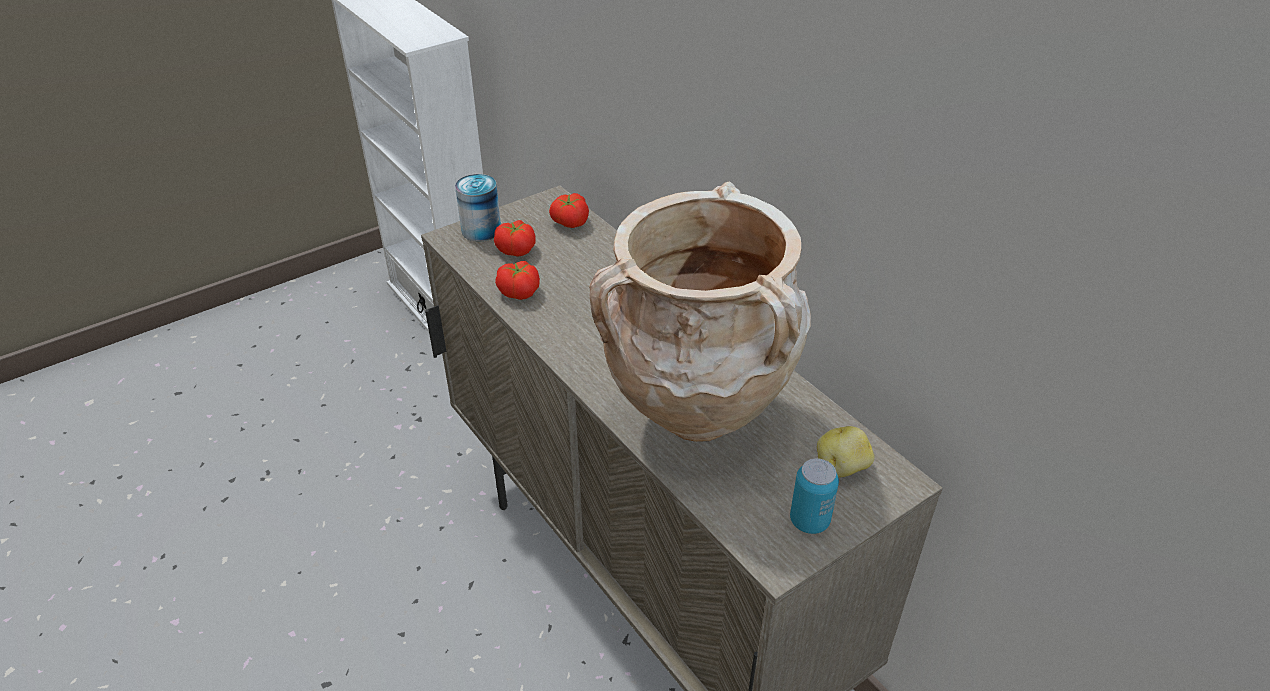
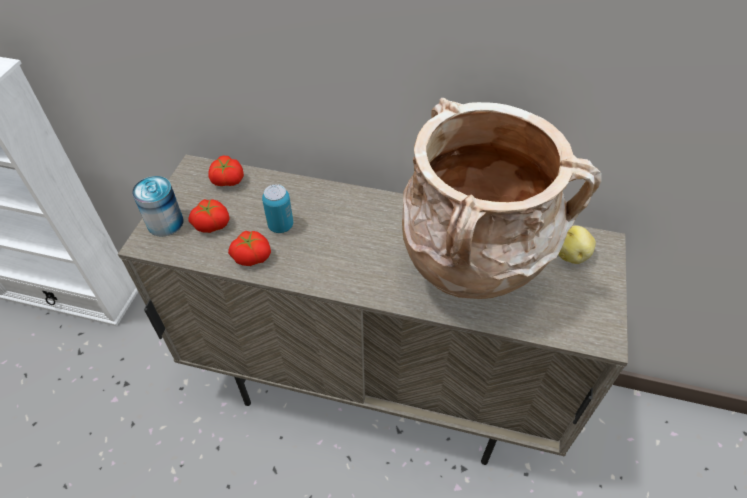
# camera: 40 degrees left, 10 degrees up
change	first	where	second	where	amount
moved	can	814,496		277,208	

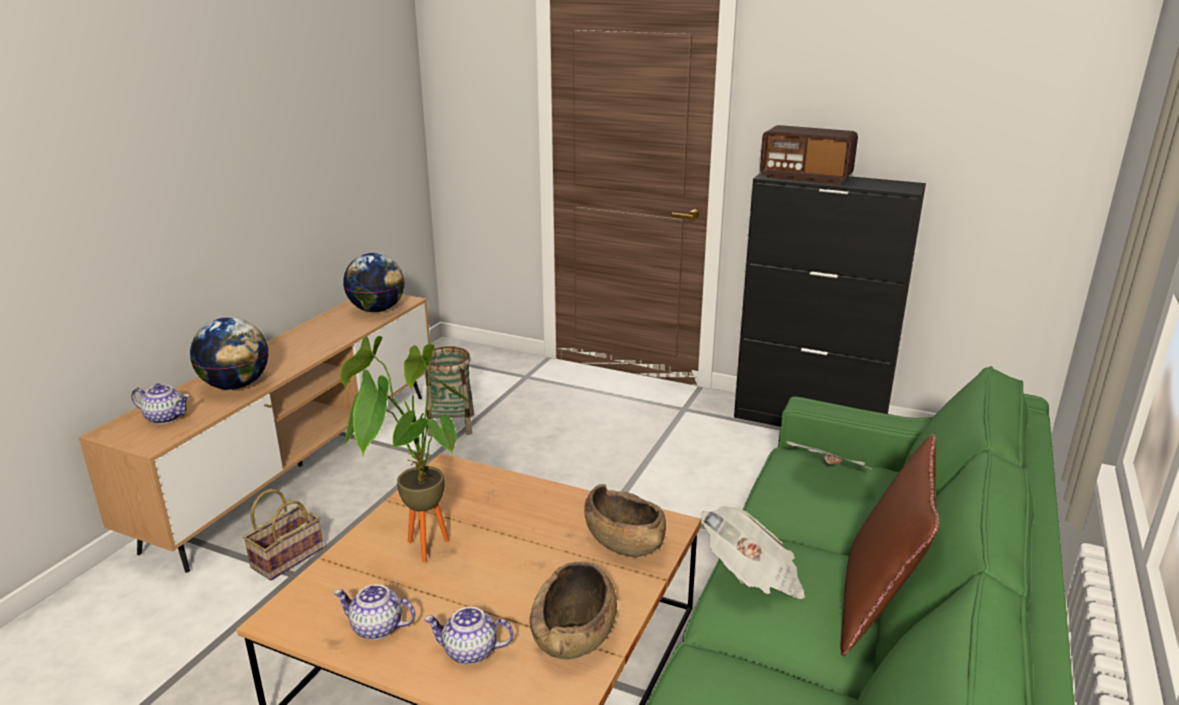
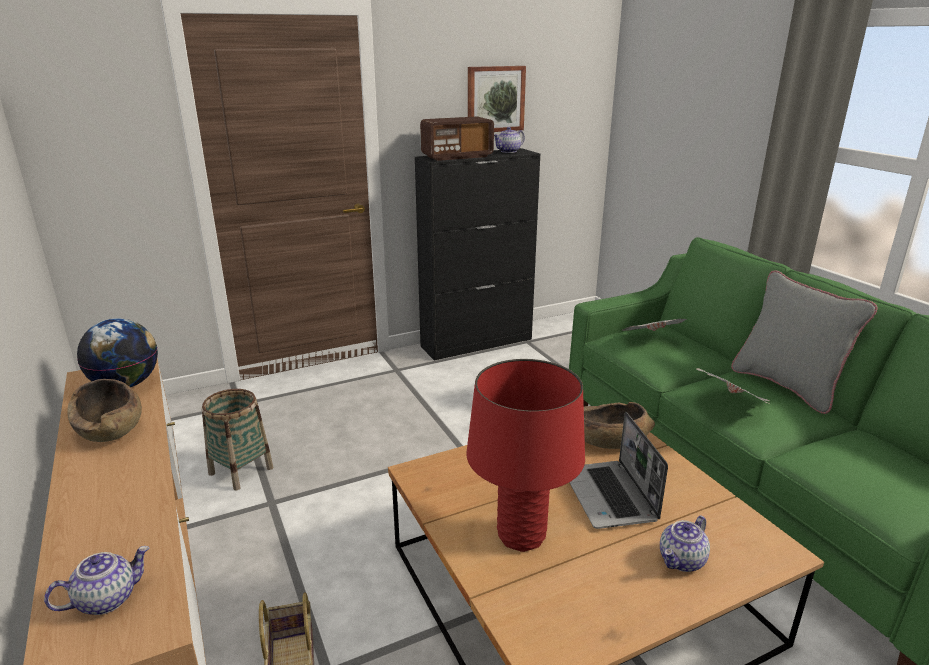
# camera: 50 degrees left, 0 degrees up
change	first	where	second	where	amount
removed	globe	229,353			
added			picture	497,99	
added			laptop	618,470	
moved	teapot	374,612		509,140	
moved	bowl (brown)	573,610		104,410	
replaced	potted plant	406,449	table lamp (red)	525,455	
recoloured	pillow (brown)	890,545	pillow (grey)	804,342	

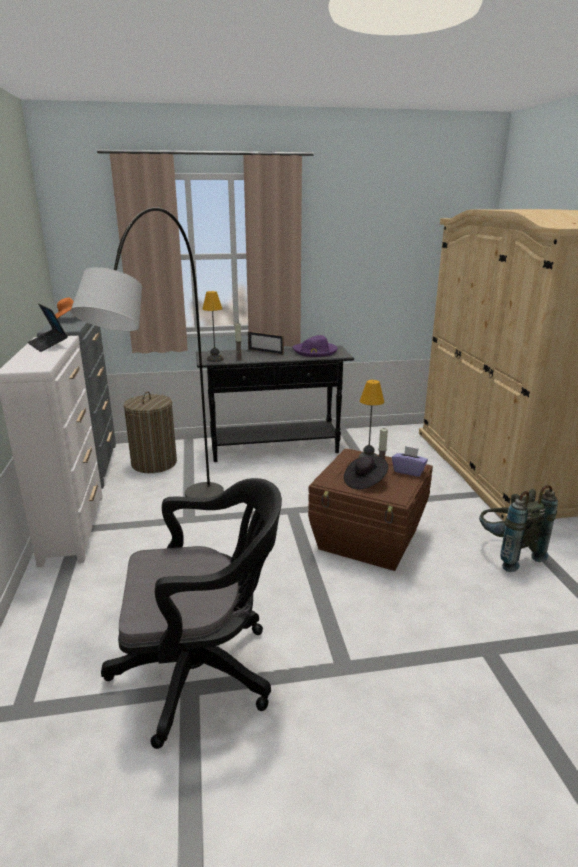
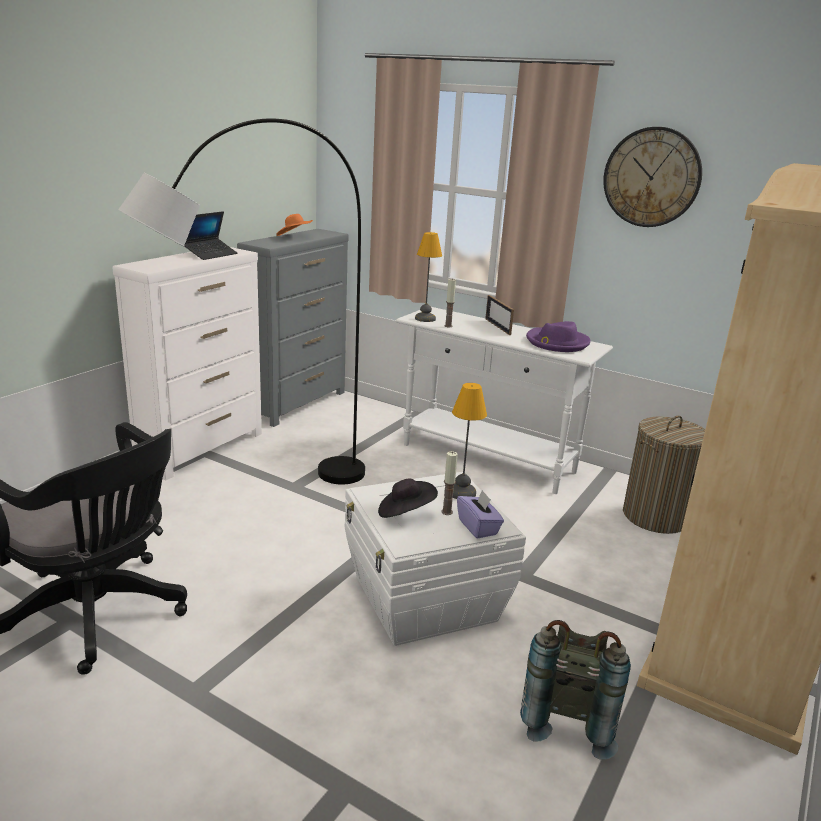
# camera: 40 degrees right, 0 degrees up
change	first	where	second	where	amount
added			wall clock	652,177	
moved	laundry basket	150,432		664,475	
recoloured	console table (black)	275,403	console table (white)	504,400	
recoloured	storage box (brown)	370,509	storage box (white)	435,559	
turned	laptop	48,328		211,235	150 degrees counterclockwise

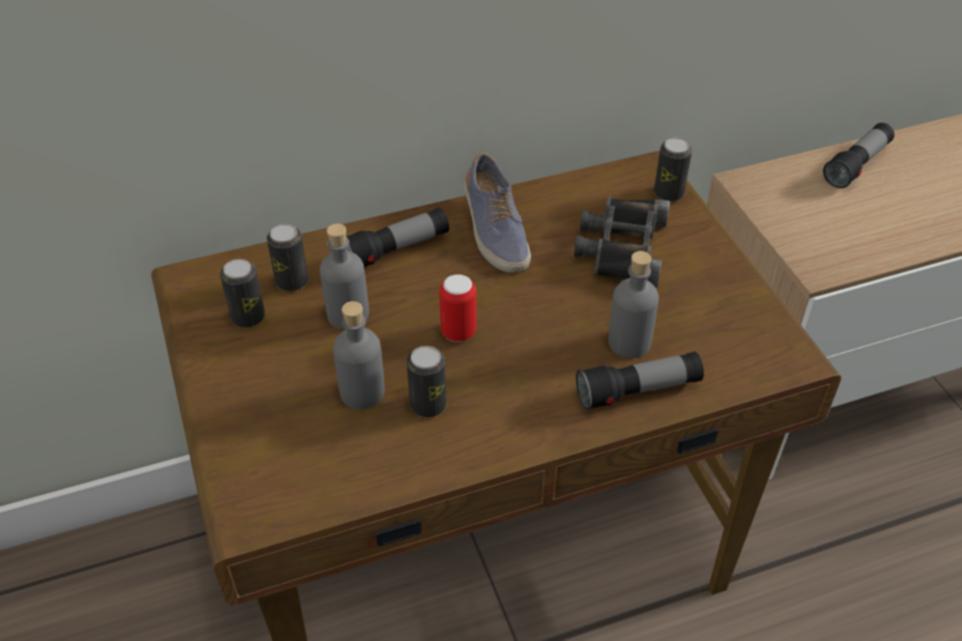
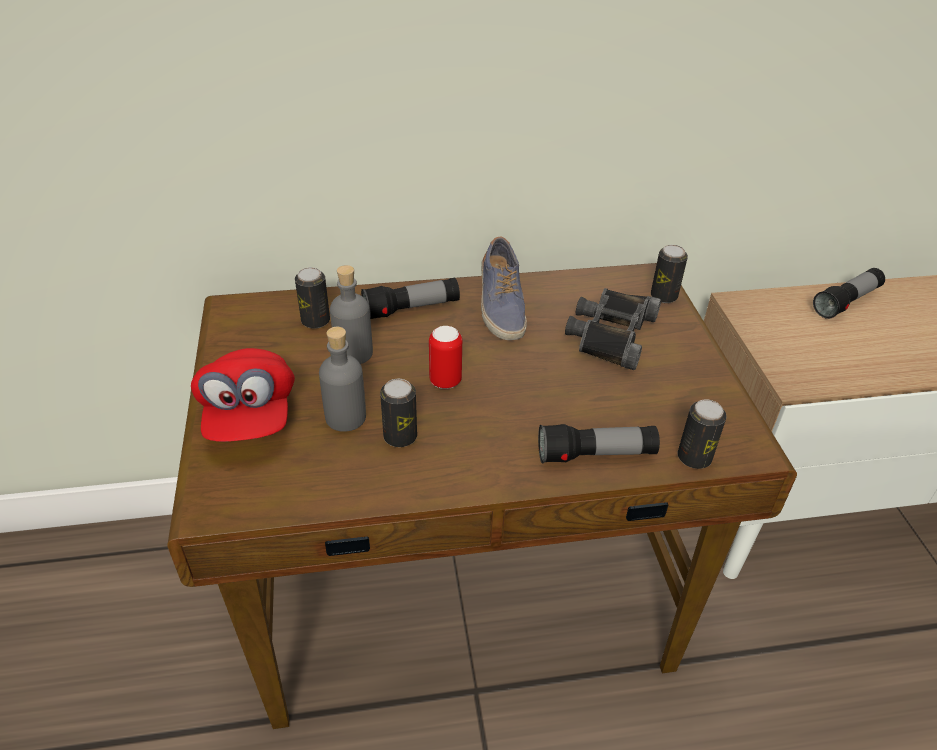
# camera: 10 degrees right, 5 degrees down
change	first	where	second	where	amount
removed	bottle (grey)	633,304			
added			cap (red)	243,395	
moved	can	242,293		702,434	

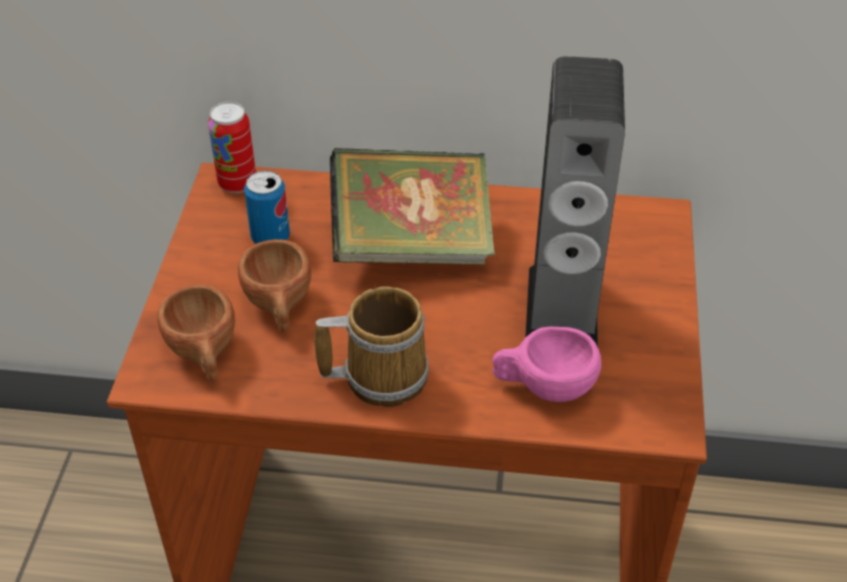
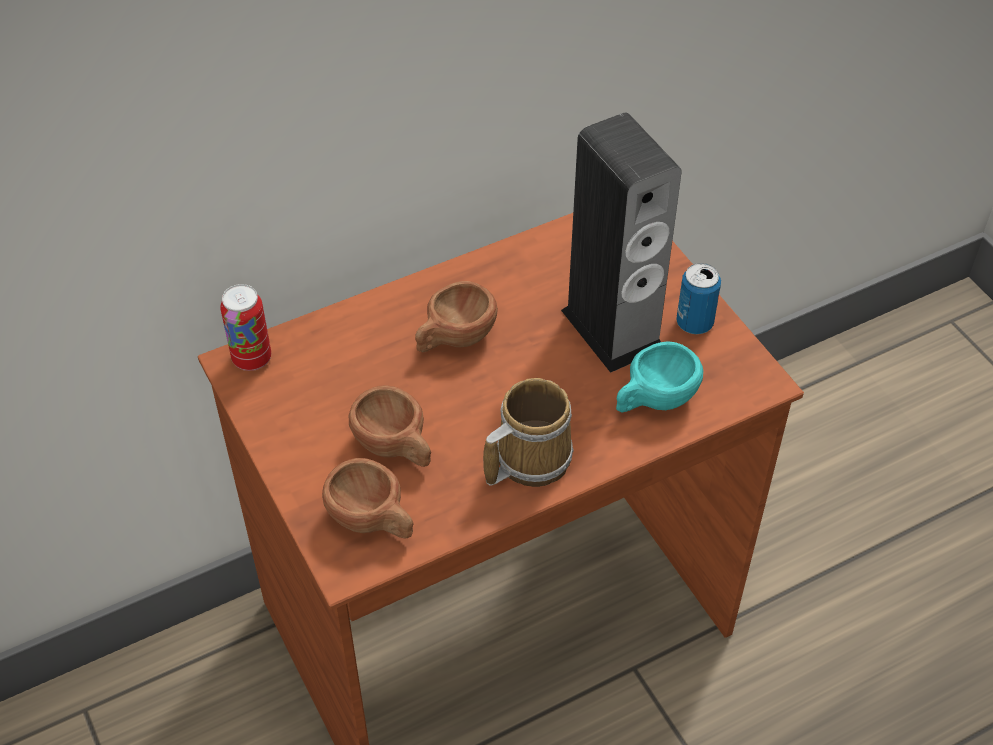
# camera: 35 degrees left, 5 degrees up
change	first	where	second	where	amount
moved	can	267,207		698,298	
replaced	book	412,206	cup (brown)	456,316	
recoloured	cup (pink)	546,364	cup (turquoise)	659,376	

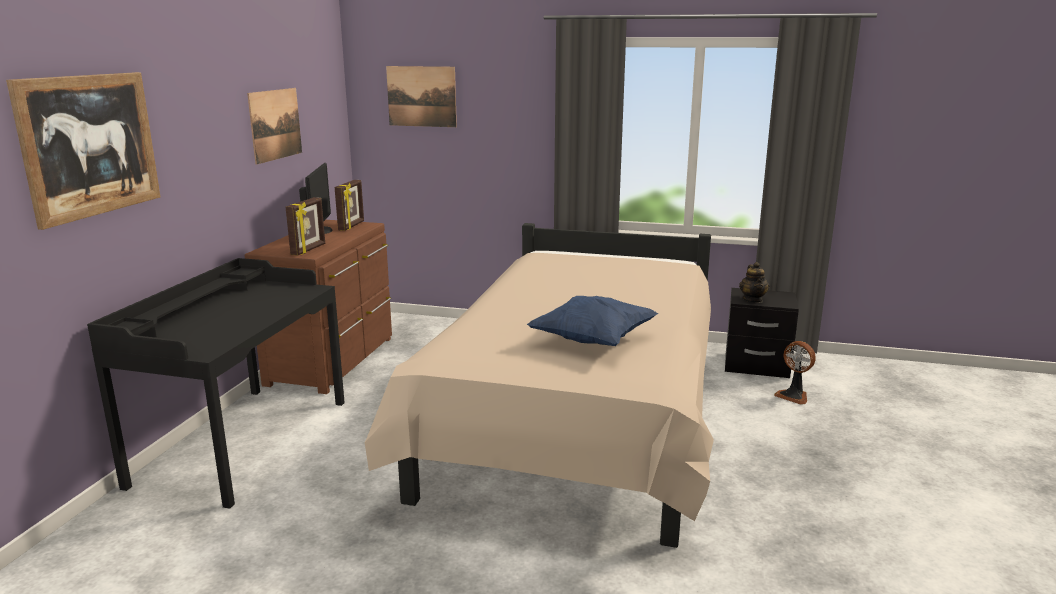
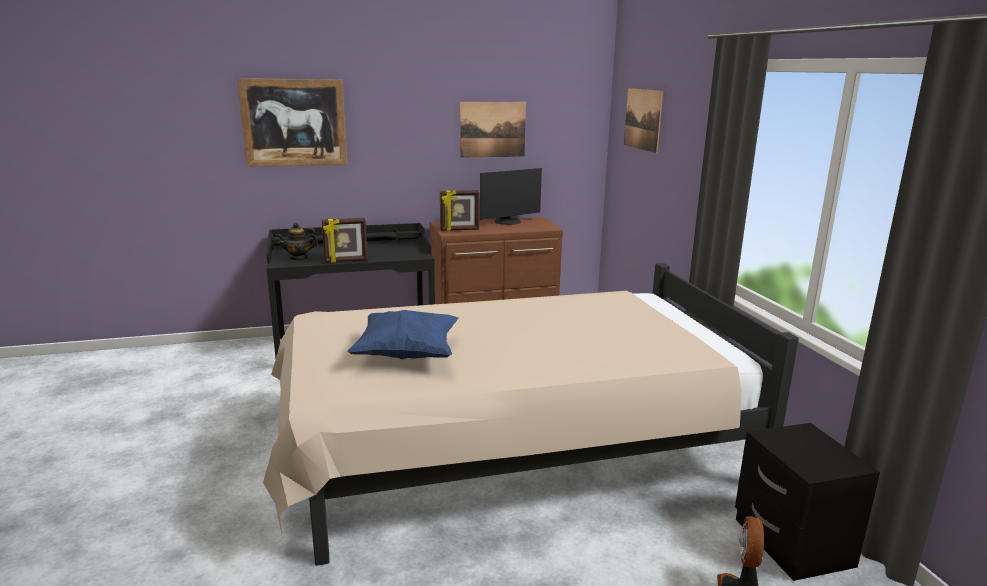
# camera: 60 degrees right, 0 degrees up
change	first	where	second	where	amount
moved	picture frame	349,205		345,240	
moved	teapot	754,282		297,241	

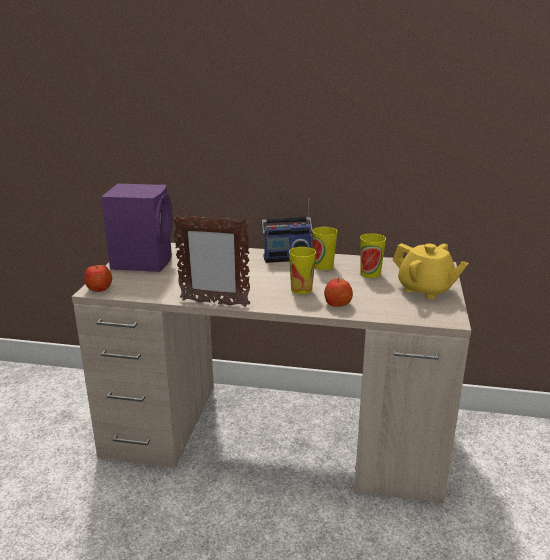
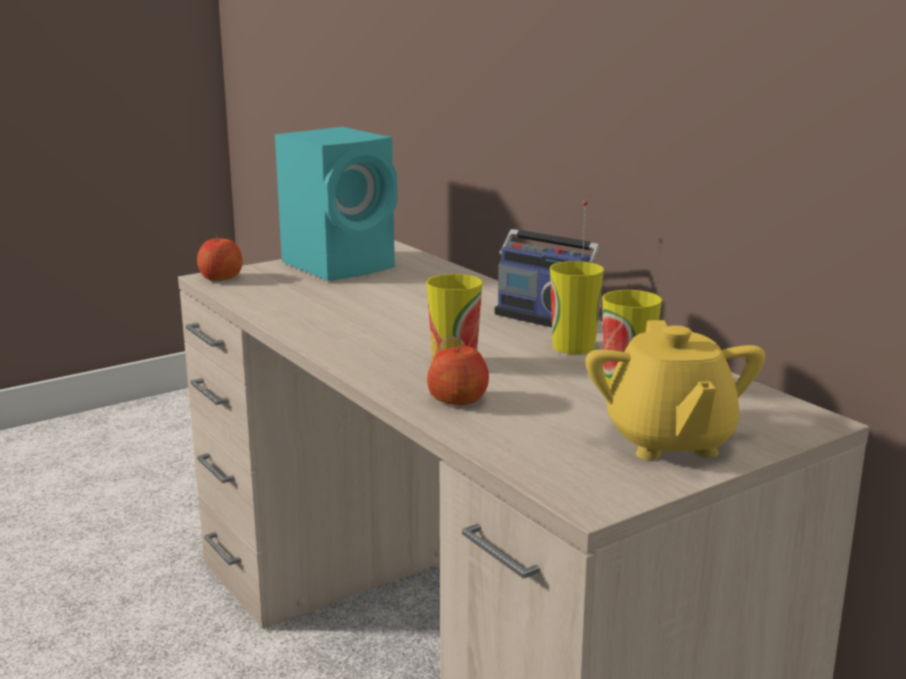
# camera: 45 degrees right, 5 degrees down
change	first	where	second	where	amount
removed	picture frame	211,261			
recoloured	speaker (purple)	137,228	speaker (turquoise)	336,204	

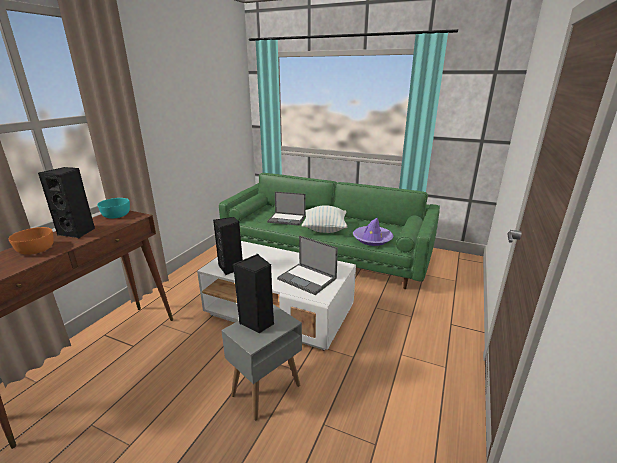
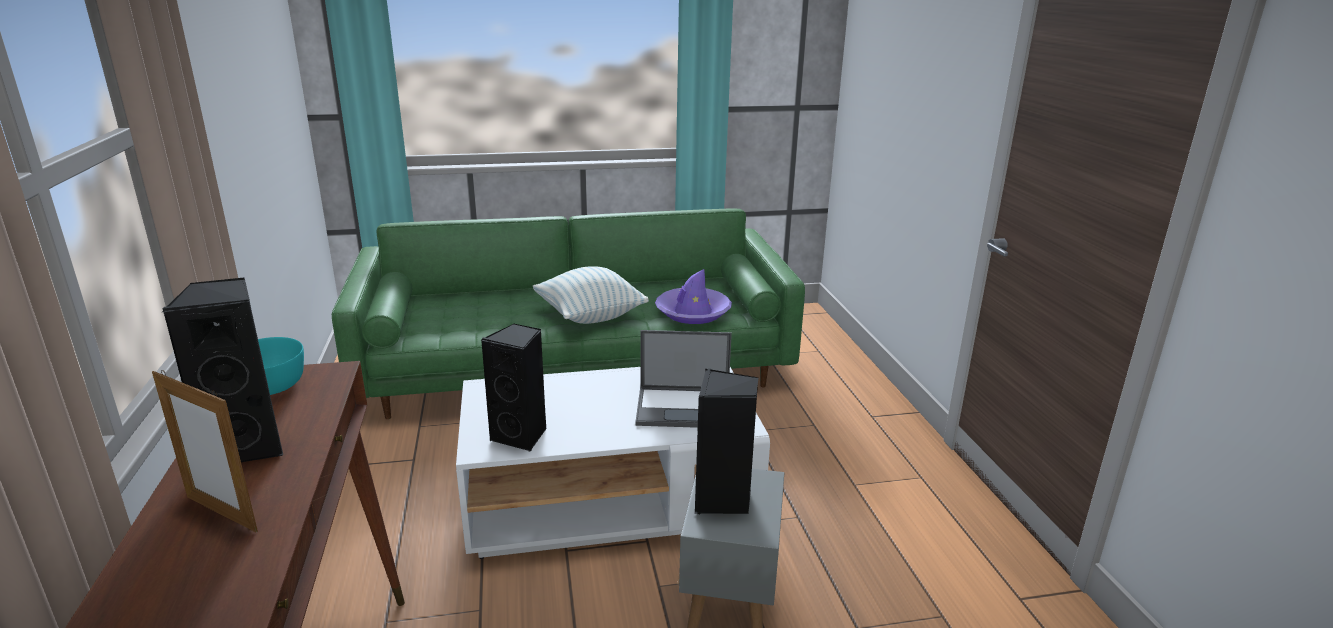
# camera: 35 degrees left, 0 degrees up
change	first	where	second	where	amount
removed	laptop	286,209			
replaced	bowl (orange)	31,241	picture frame	205,451	

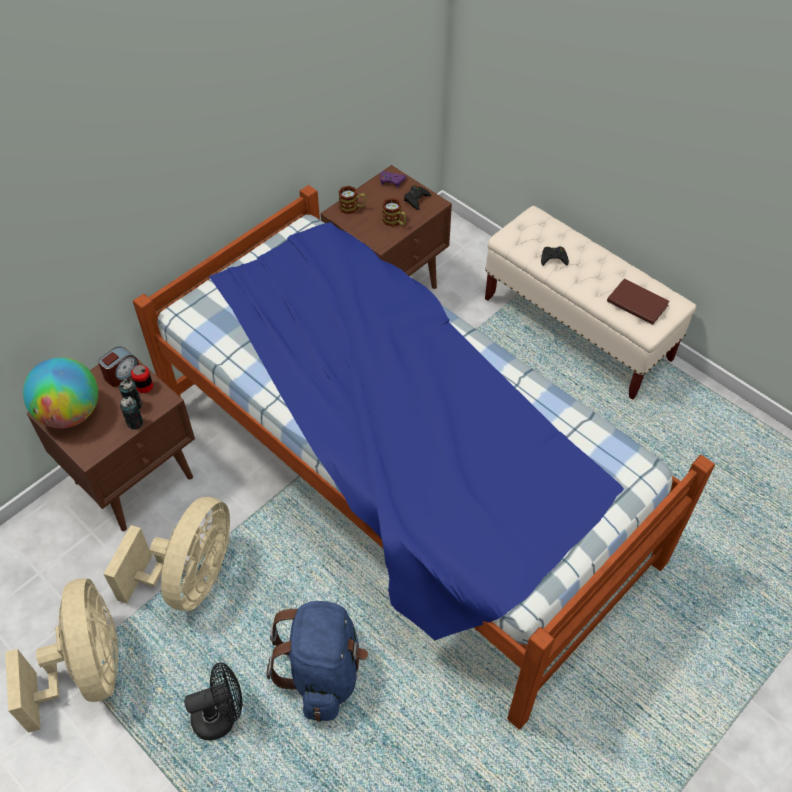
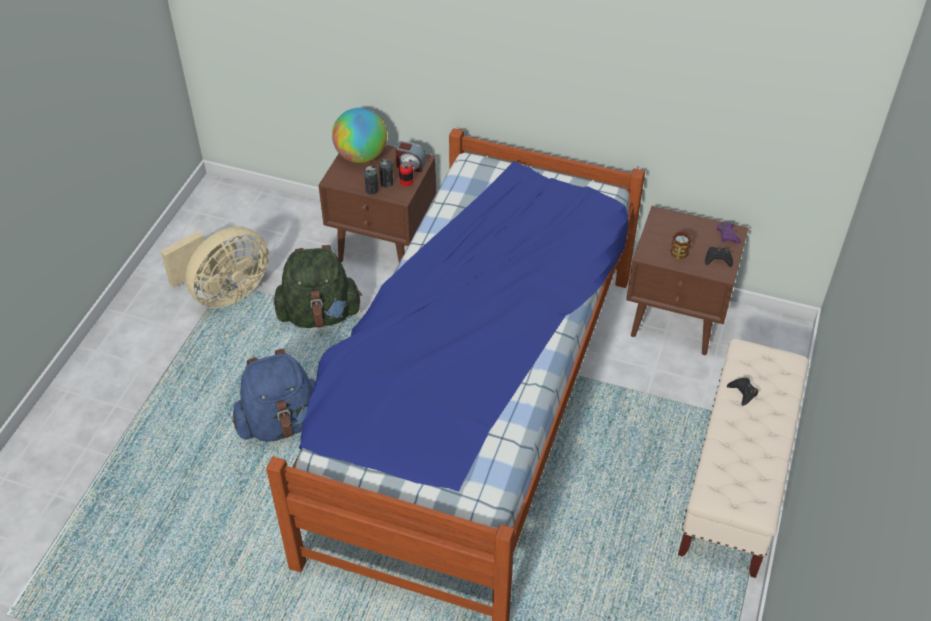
# camera: 65 degrees right, 5 degrees down
change	first	where	second	where	amount
removed	fan (black)	213,701			
removed	mug	352,200			
removed	book (brown)	638,302			
replaced	fan (beige)	167,554	backpack (green)	317,286	

